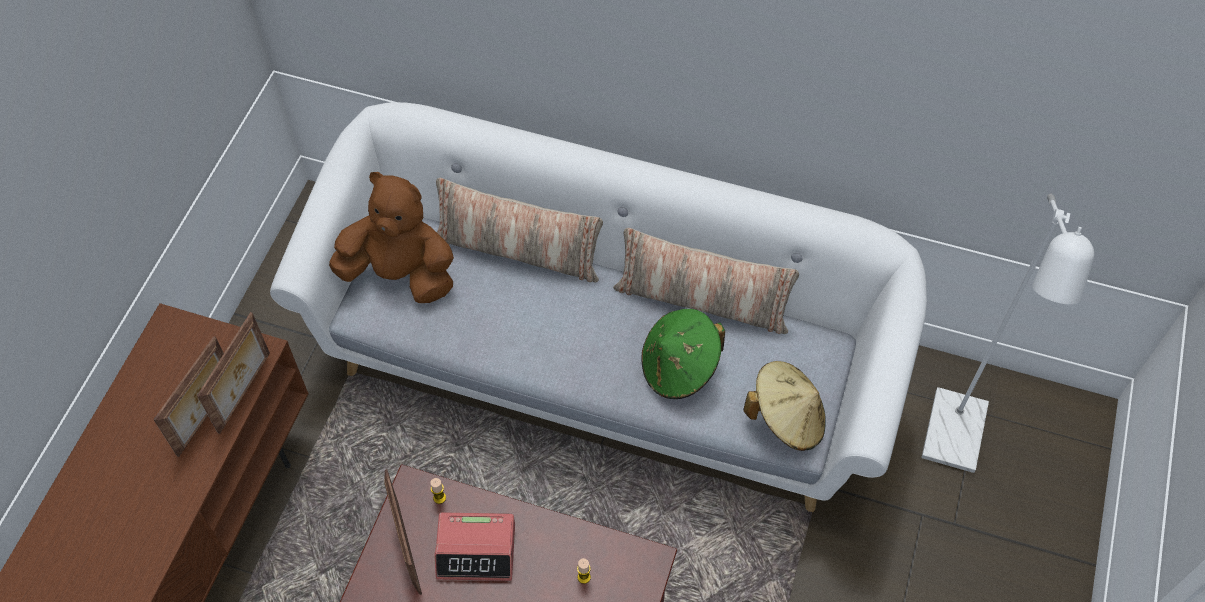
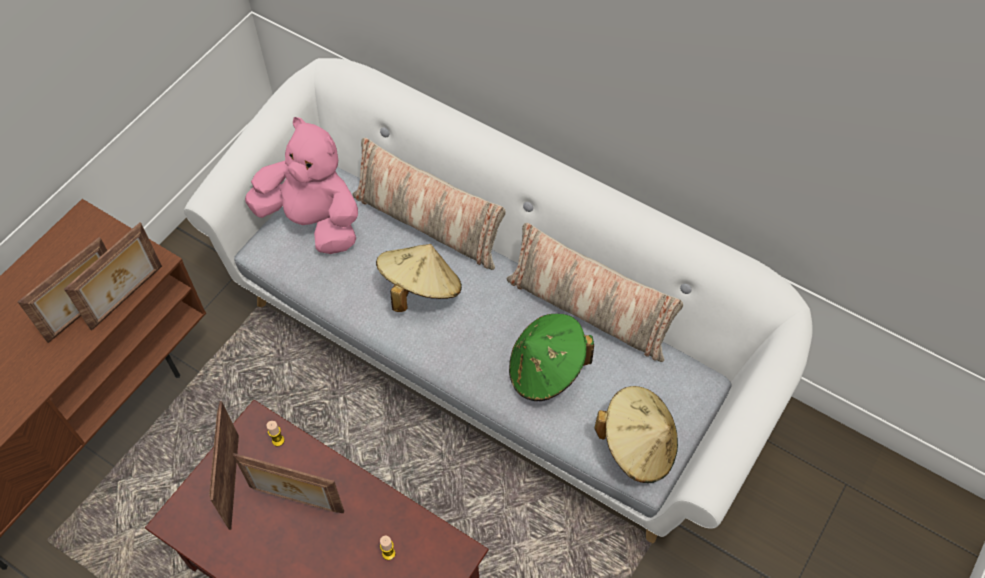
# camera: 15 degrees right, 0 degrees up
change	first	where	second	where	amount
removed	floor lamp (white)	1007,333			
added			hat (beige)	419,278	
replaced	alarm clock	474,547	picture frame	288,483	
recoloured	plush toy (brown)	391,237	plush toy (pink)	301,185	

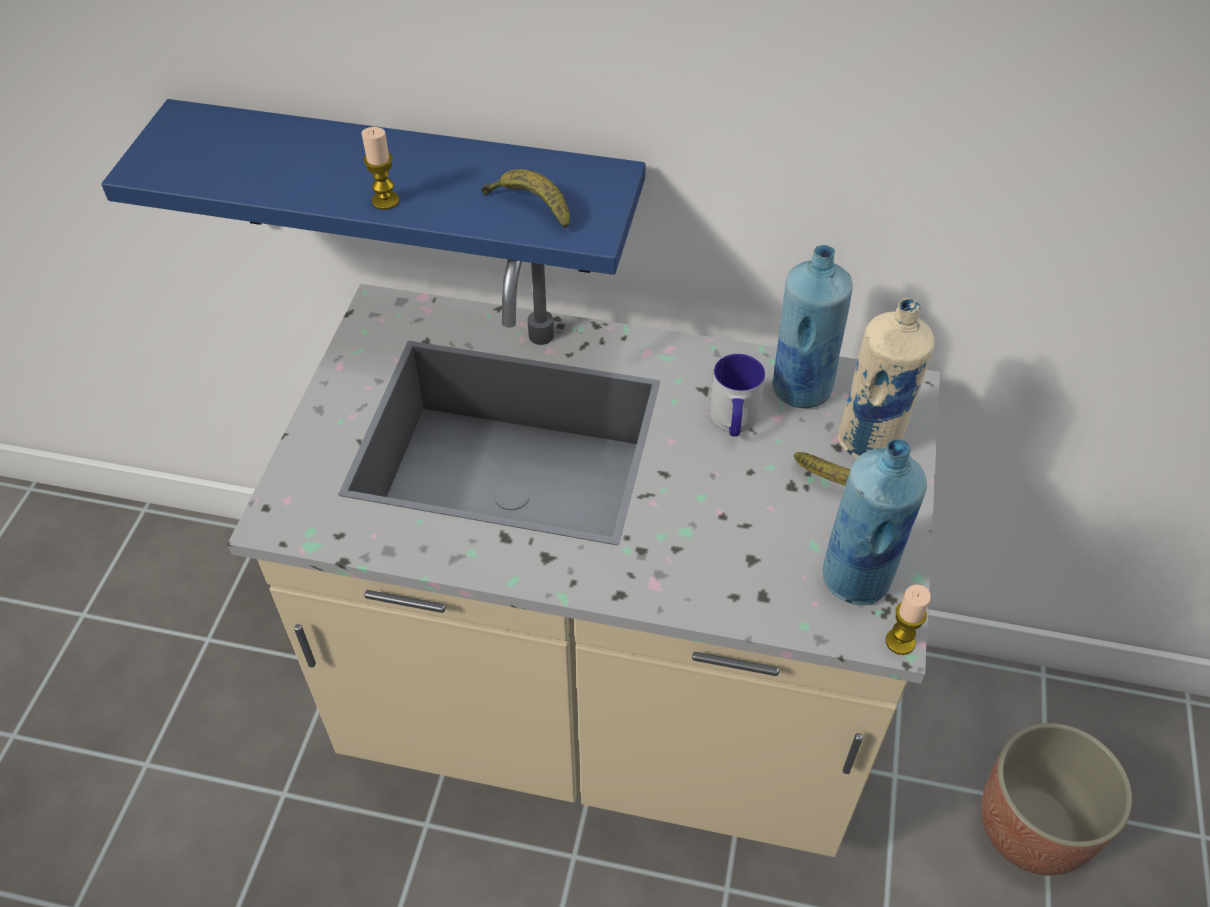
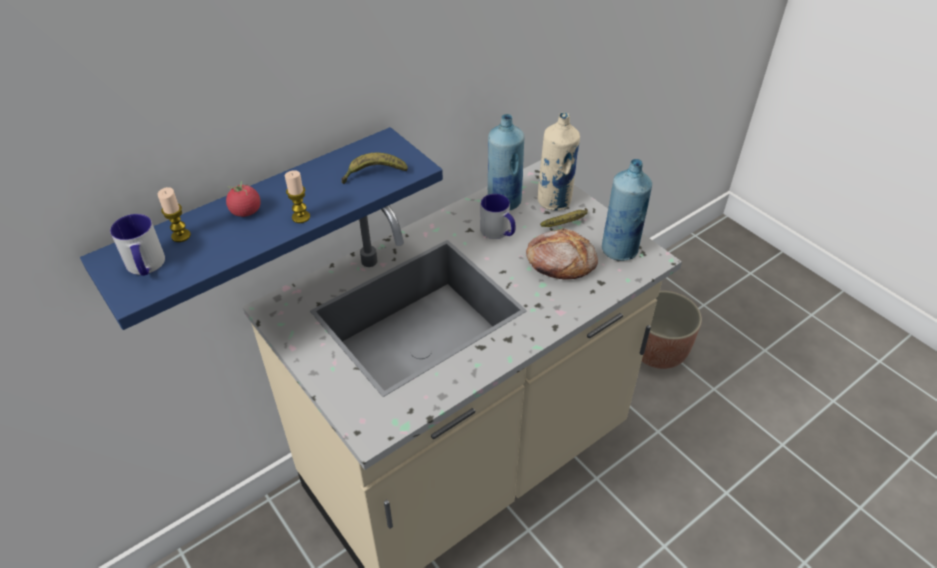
# camera: 50 degrees left, 5 degrees down
change	first	where	second	where	amount
added			mug	137,245	
added			tomato	243,199	
added			bread	562,254	
moved	candle	908,620		174,214	

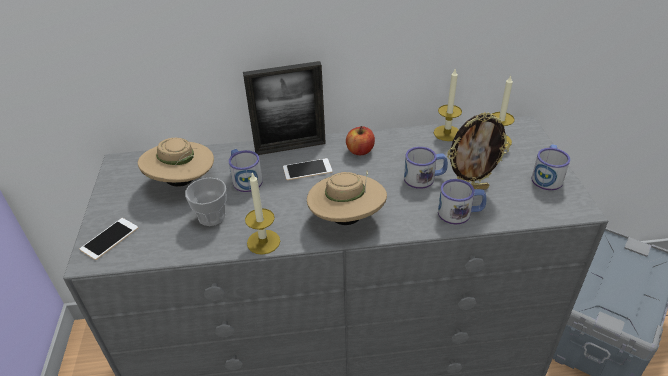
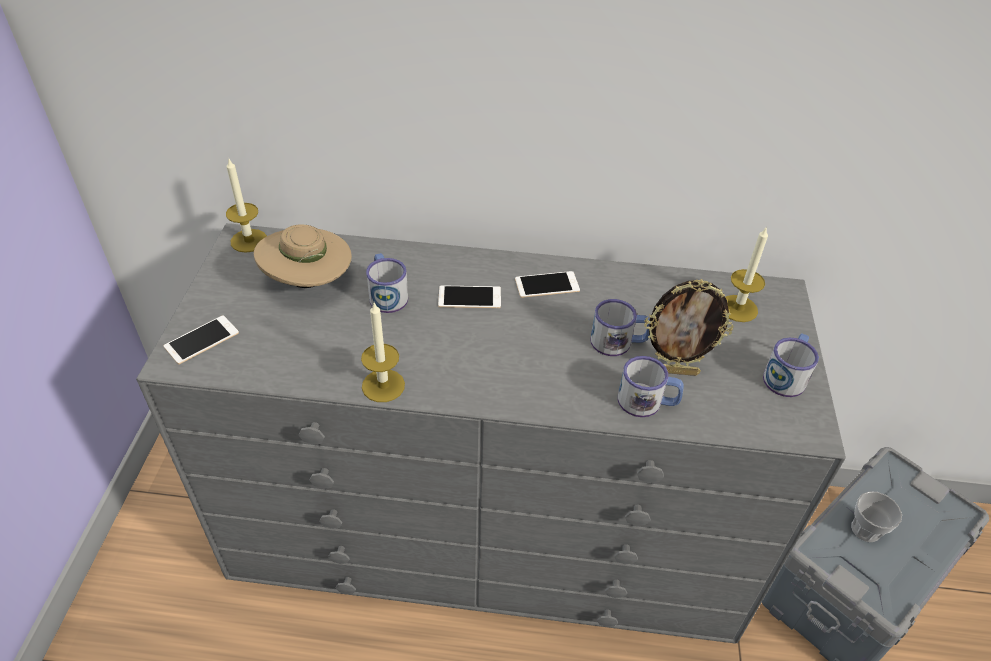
# camera: 10 degrees right, 5 degrees up
change	first	where	second	where	amount
removed	picture frame	284,108			
removed	hat (beige)	347,197			
moved	cup	206,202		876,516	
moved	candle	448,105		246,205	
replaced	apple	360,141	phone	547,284	

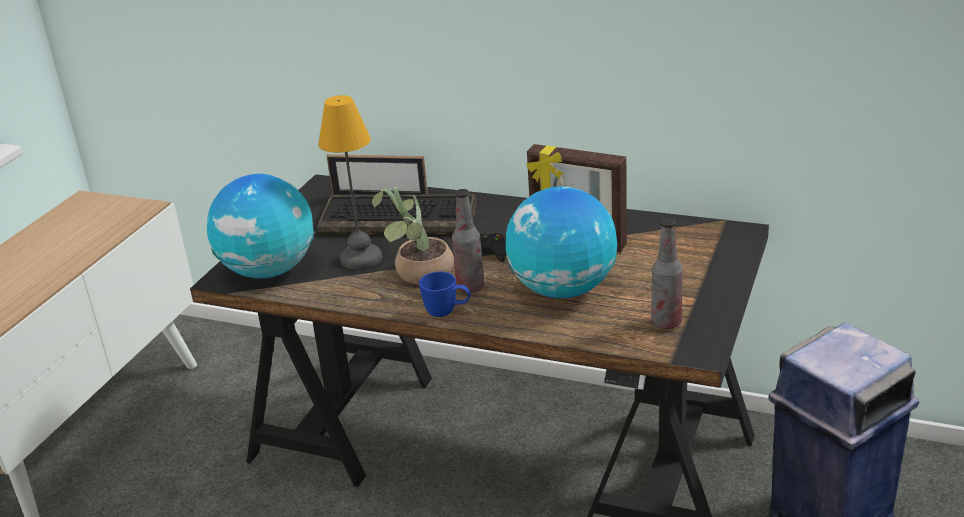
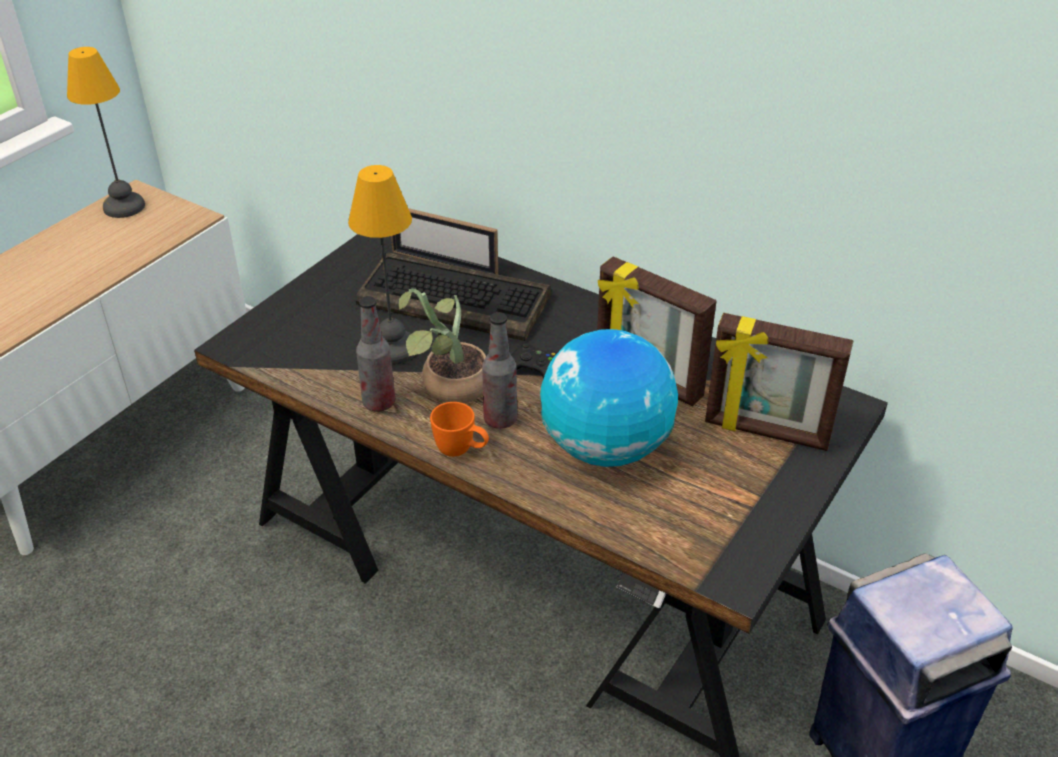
# camera: 10 degrees right, 10 degrees up
change	first	where	second	where	amount
removed	globe	260,226			
added			table lamp	106,132	
added			picture frame	779,382	
moved	bottle	667,273		375,354	
recoloured	mug (blue)	445,294	mug (orange)	459,429	

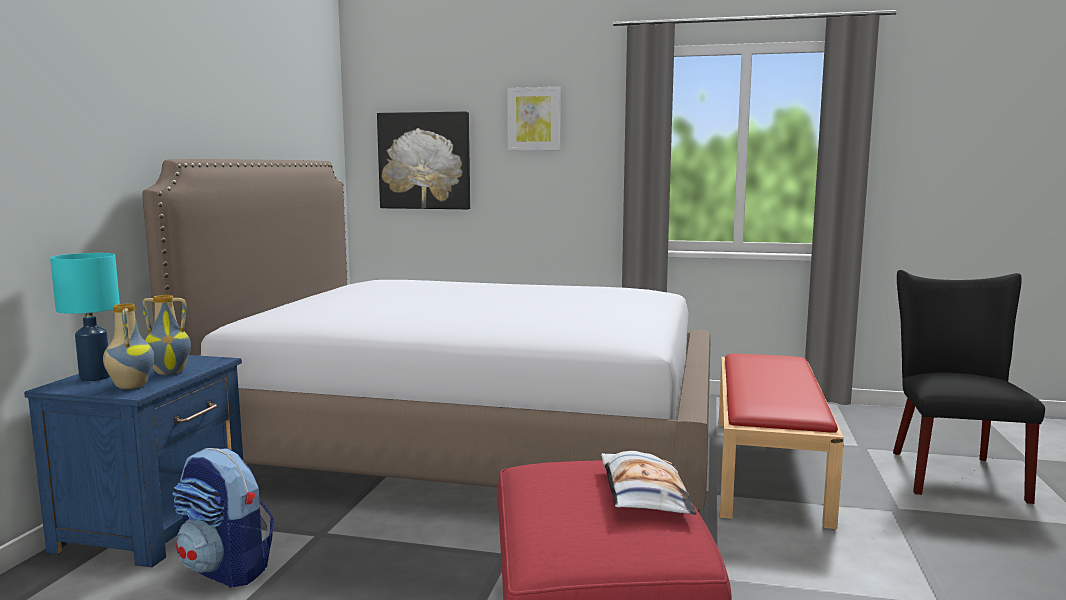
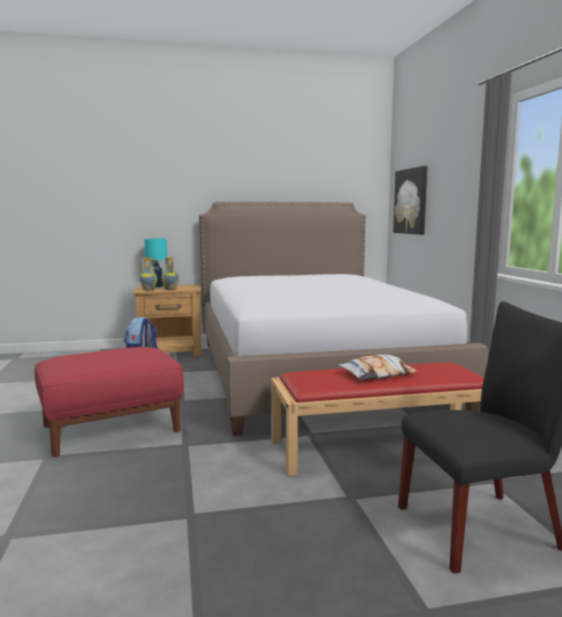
# camera: 65 degrees right, 0 degrees up
change	first	where	second	where	amount
removed	picture	534,119			
moved	pillow	649,483		378,367	
recoloured	nightstand (blue)	133,461	nightstand (brown)	167,321	

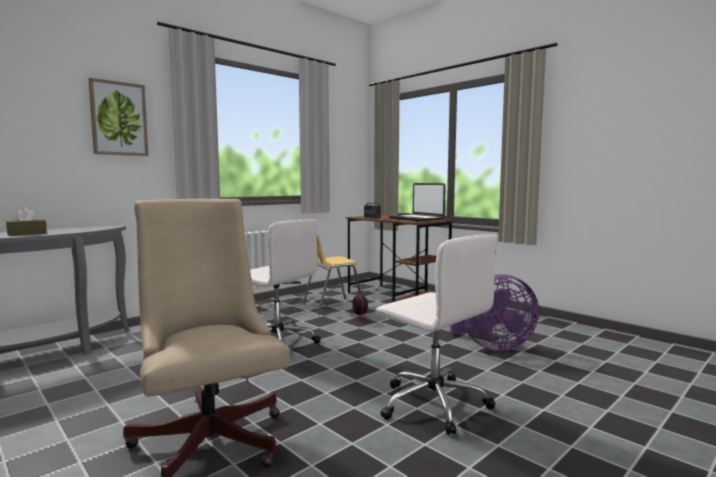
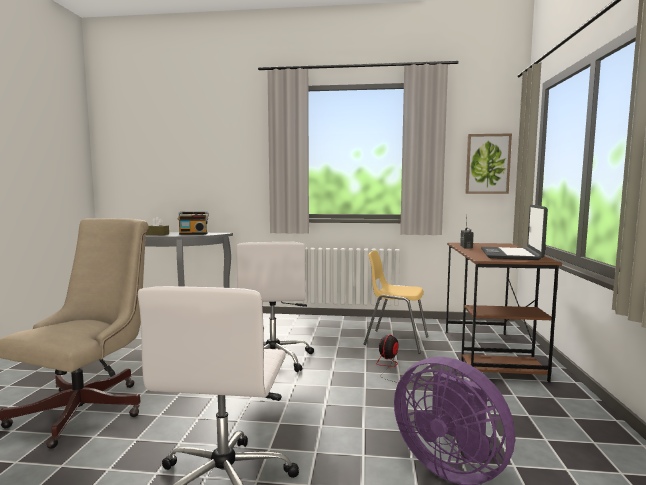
# camera: 50 degrees right, 0 degrees up
change	first	where	second	where	amount
added			radio	193,223	
moved	picture	118,117		488,163	

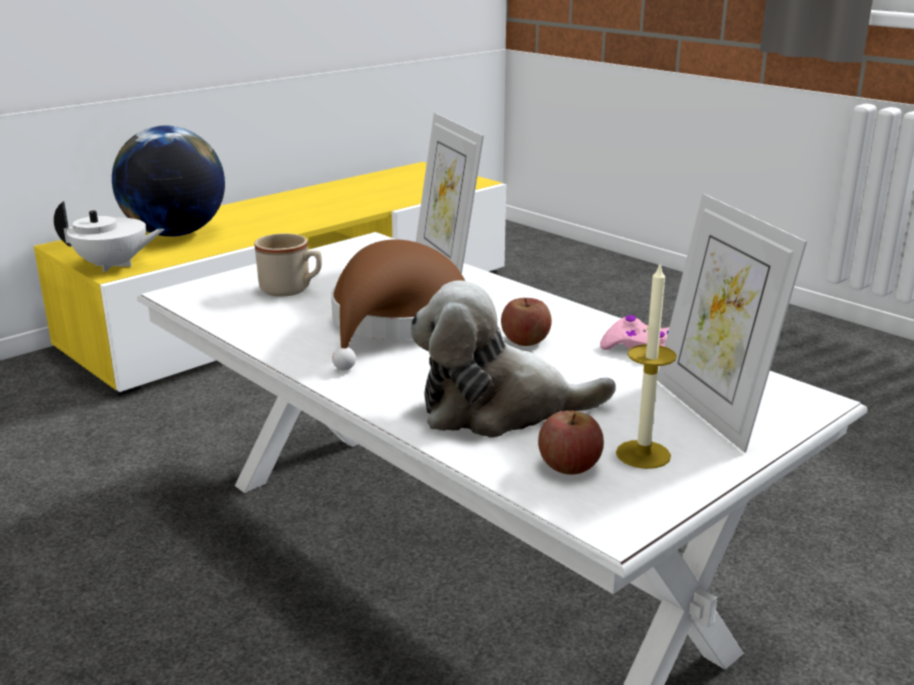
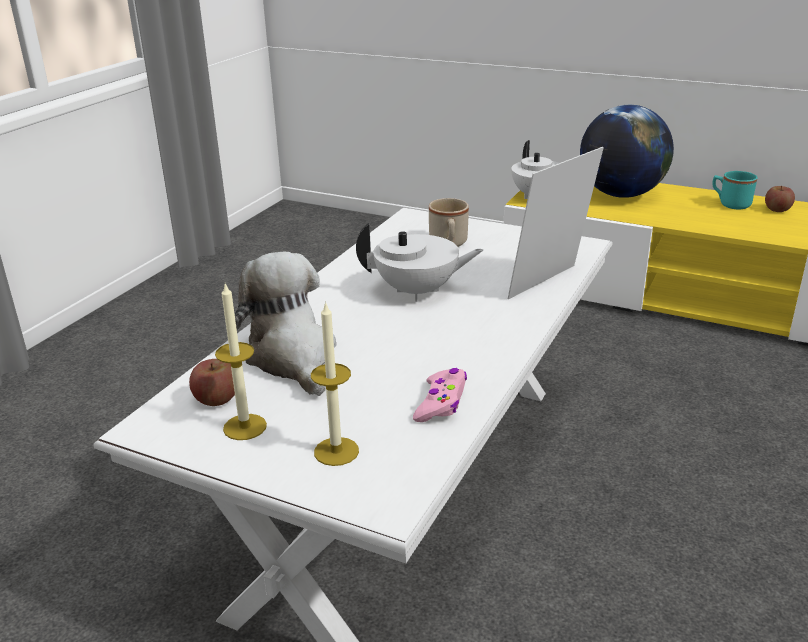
# camera: 70 degrees right, 5 degrees up
change	first	where	second	where	amount
added			mug (turquoise)	735,190	
moved	apple	526,322		780,199	
replaced	hat (brown)	398,305	teapot (white)	419,262	
replaced	picture frame	732,323	candle	335,383	

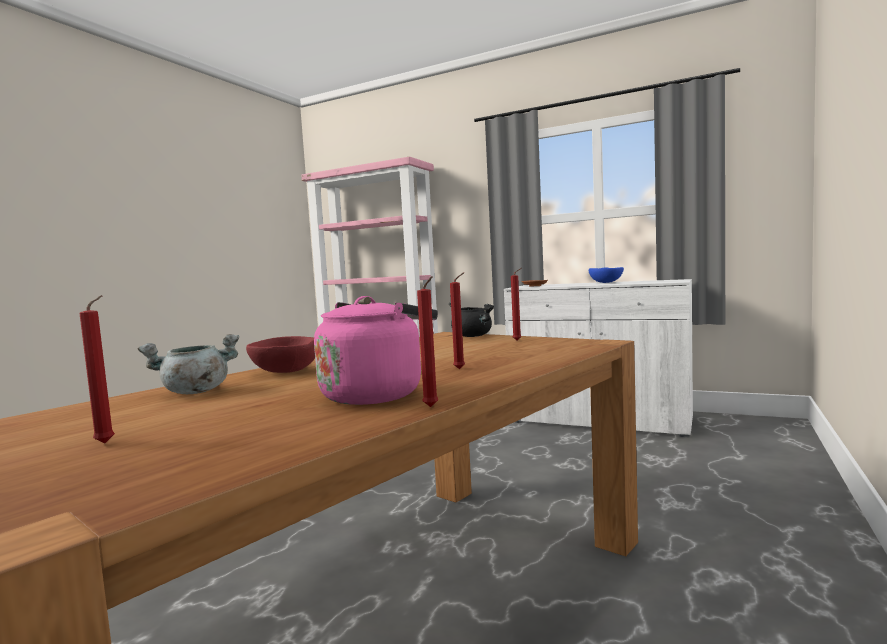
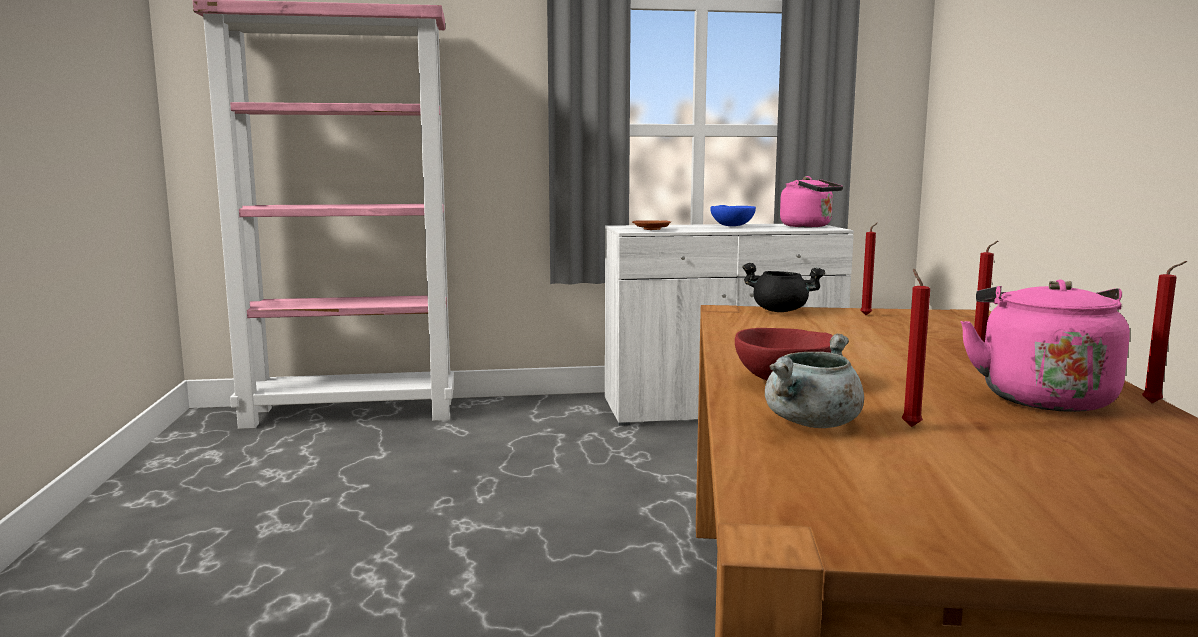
# camera: 35 degrees left, 5 degrees up
change	first	where	second	where	amount
added			kettle (pink)	811,201	
moved	candle (red)	97,369		916,348	

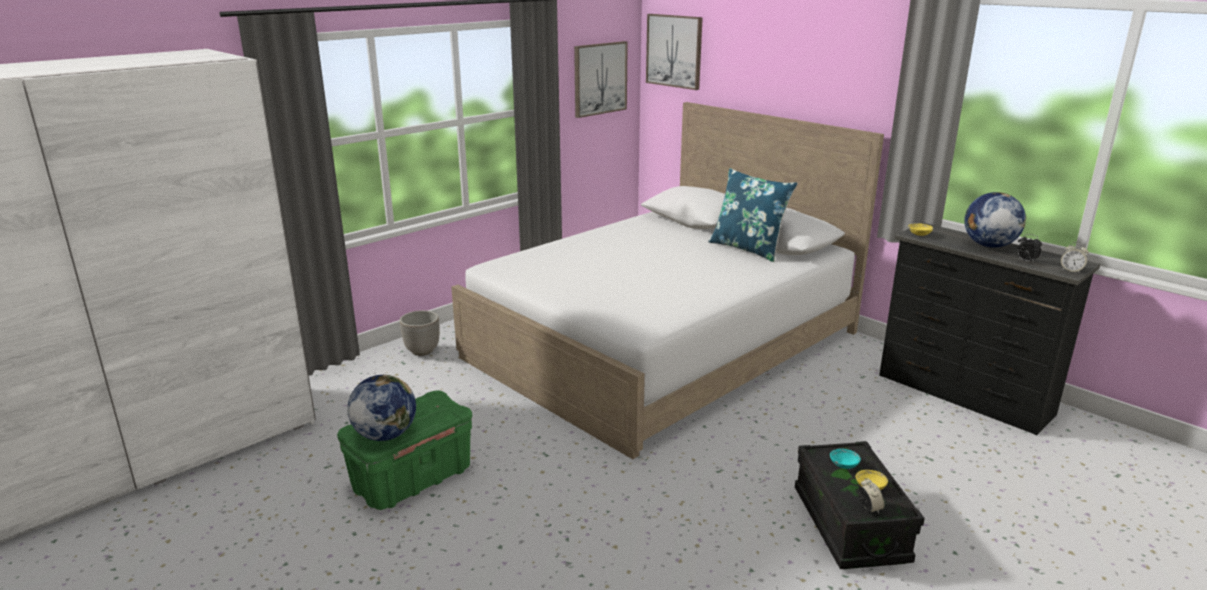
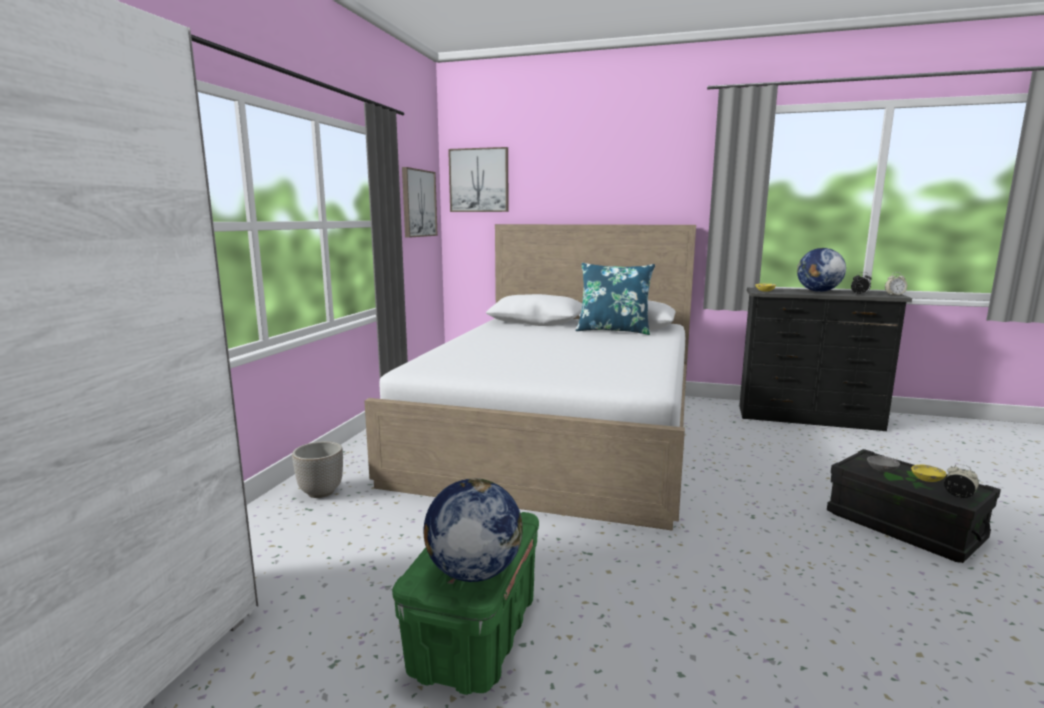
# camera: 30 degrees left, 10 degrees down
change	first	where	second	where	amount
recoloured	bowl (turquoise)	845,459	bowl (grey)	883,464	

